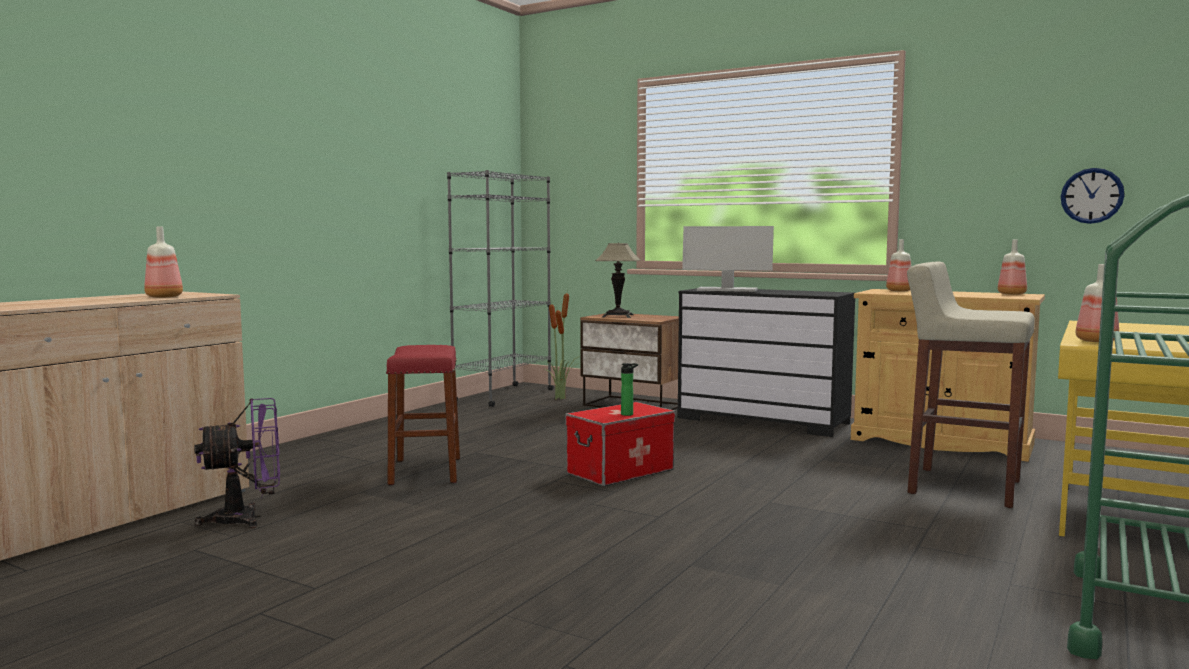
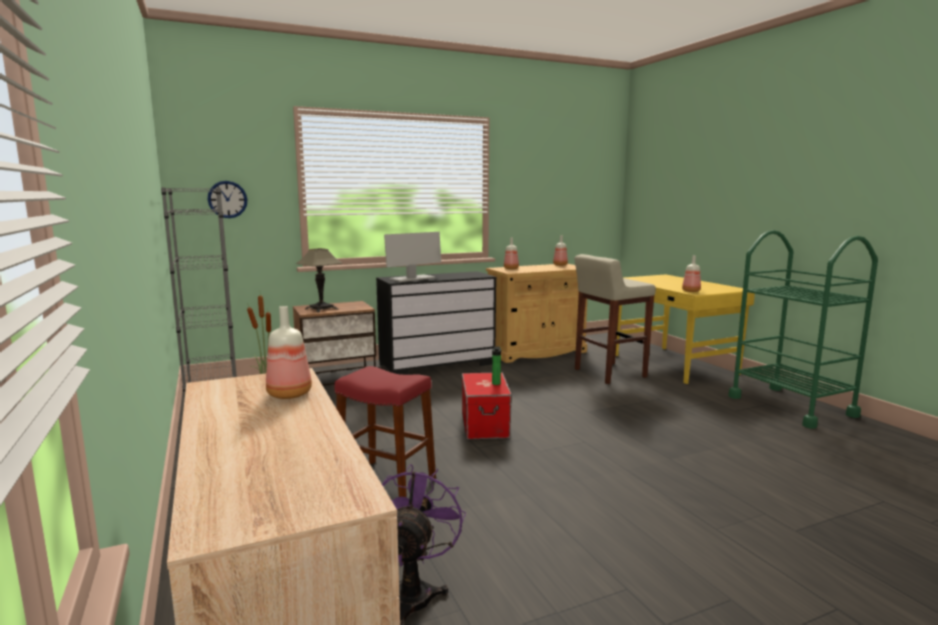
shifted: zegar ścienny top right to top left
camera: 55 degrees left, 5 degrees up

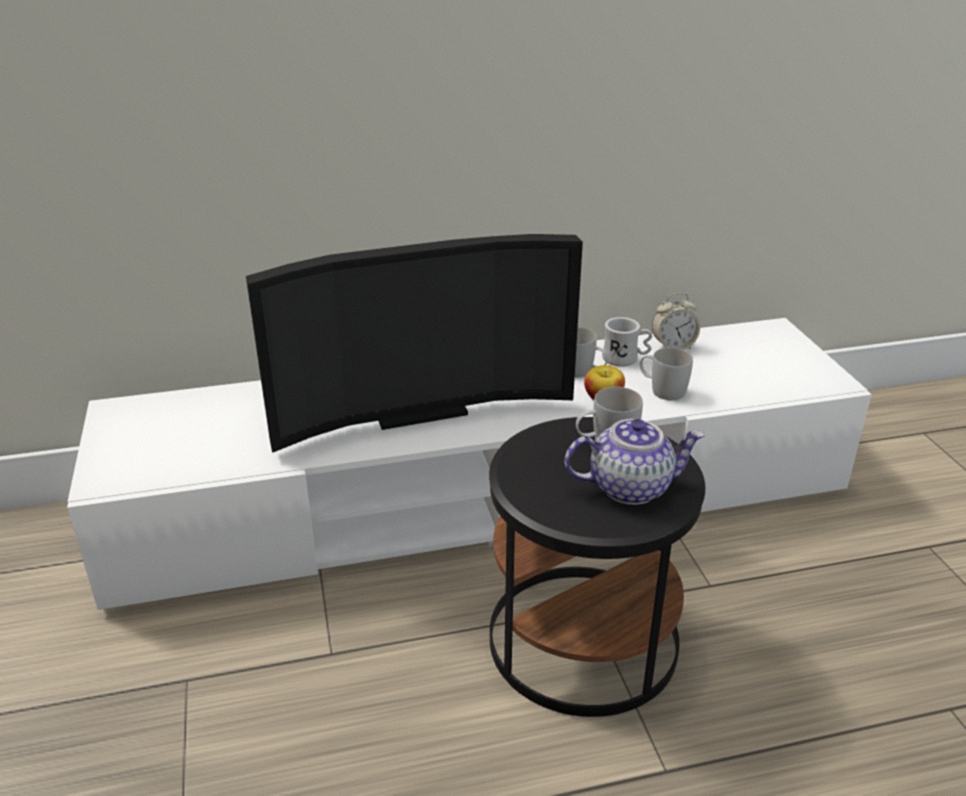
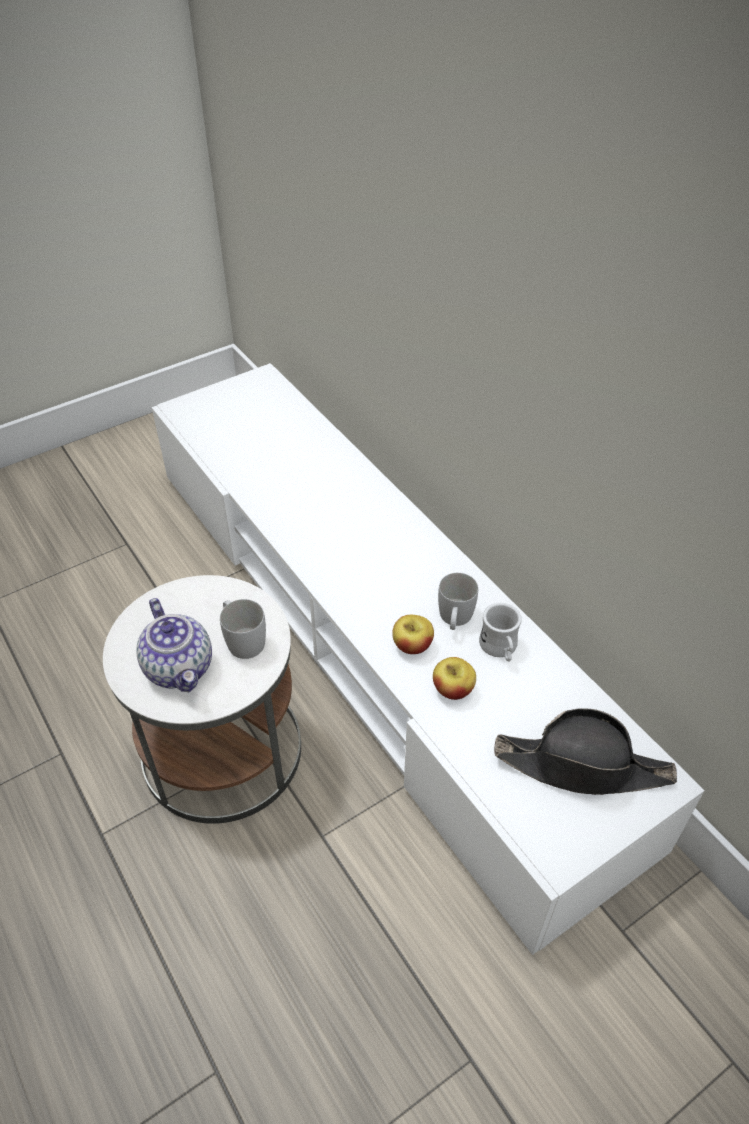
gone: telewizor centre; budzik middle right
new: kapelusz [czarny] bottom right
swapped: kubek [biały] (no. 4 from left) middle right to jabłko (no. 2 from left) centre
repainted: stolik [czarny] bottom centre to stolik [biały] middle left
camera: 70 degrees right, 15 degrees up

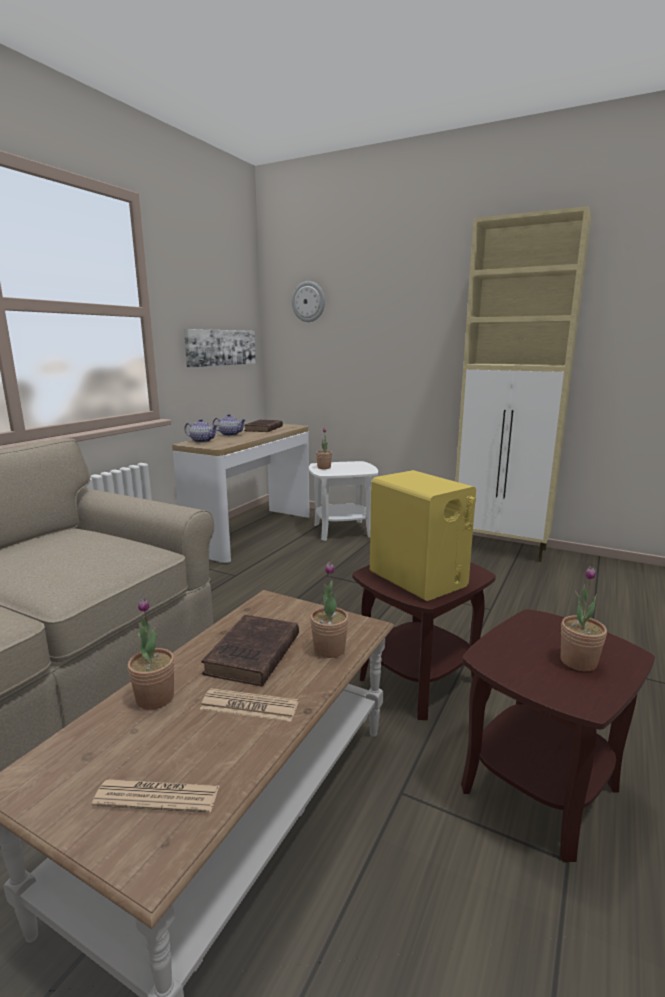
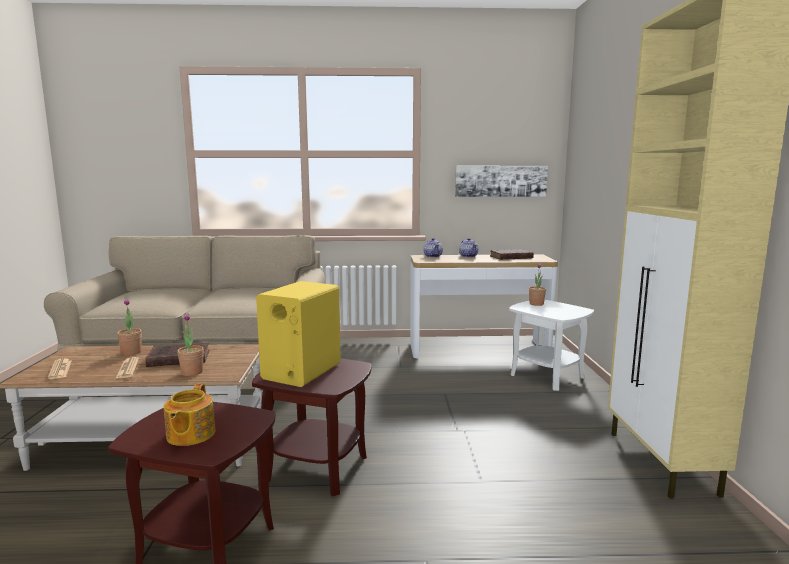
gone: zegar ścienny top centre
swapped: roślina doniczkowa (no. 4 from left) middle right to imbryk (no. 1 from left) bottom left
camera: 60 degrees right, 5 degrees down

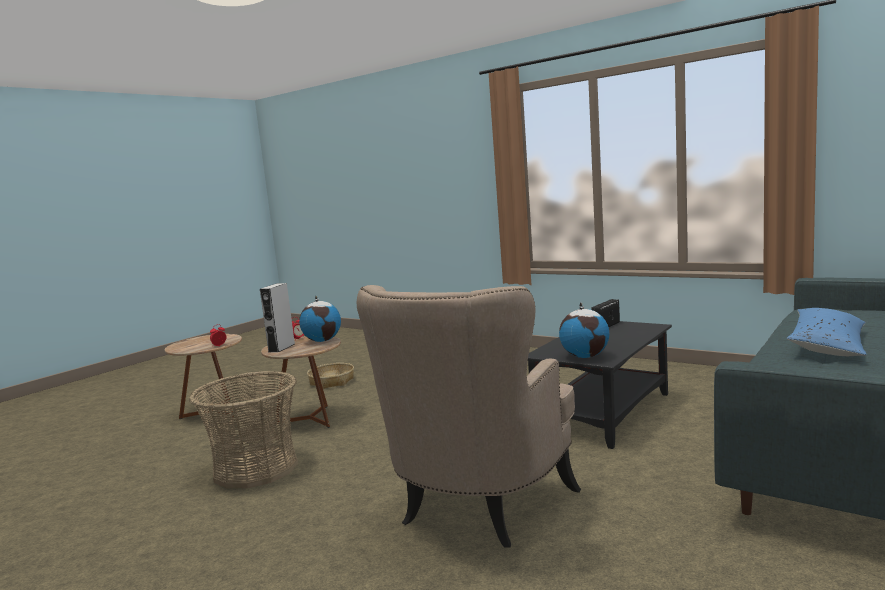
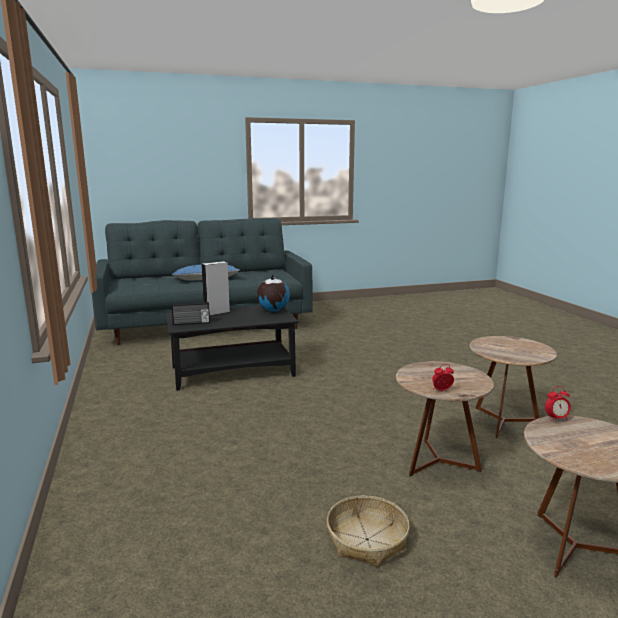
gone: globus (no. 1 from left) centre; fotel [beżowy] bottom centre
shifted: głośnik [szary] middle left to centre
swapped: koszyk (no. 1 from left) bottom left to stolik [brązowy] (no. 2 from left) middle right
camera: 145 degrees left, 5 degrees up

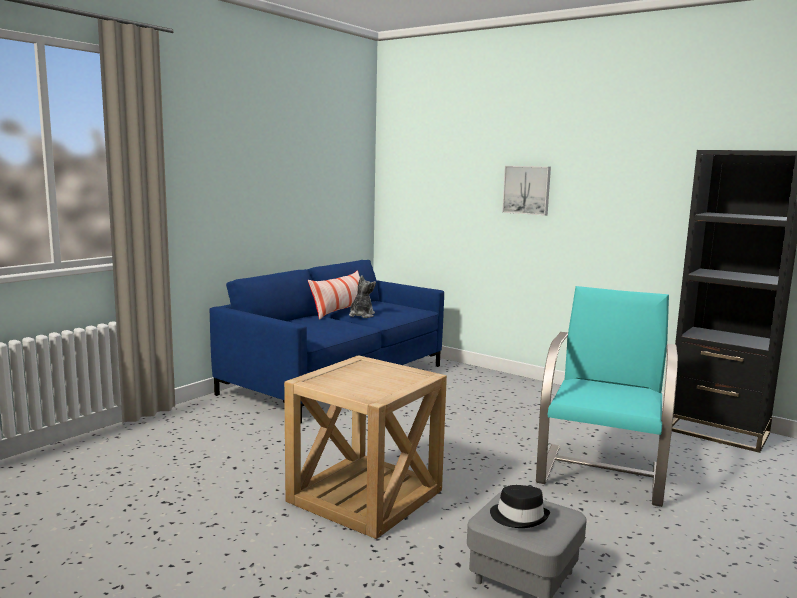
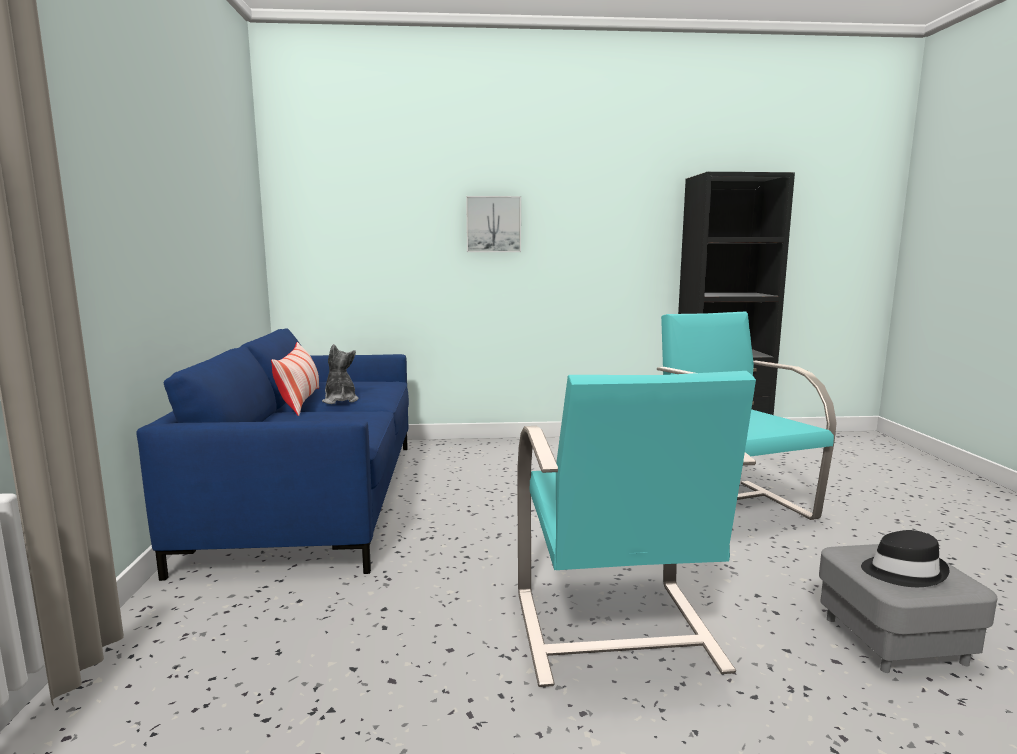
swapped: stolik [beżowy] bottom centre to fotel [turkusowy] (no. 1 from left) bottom centre
camera: 40 degrees left, 0 degrees up

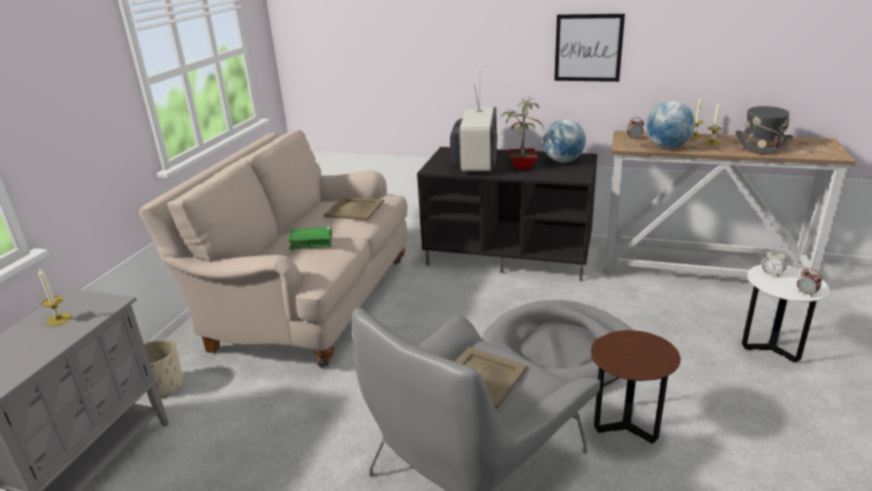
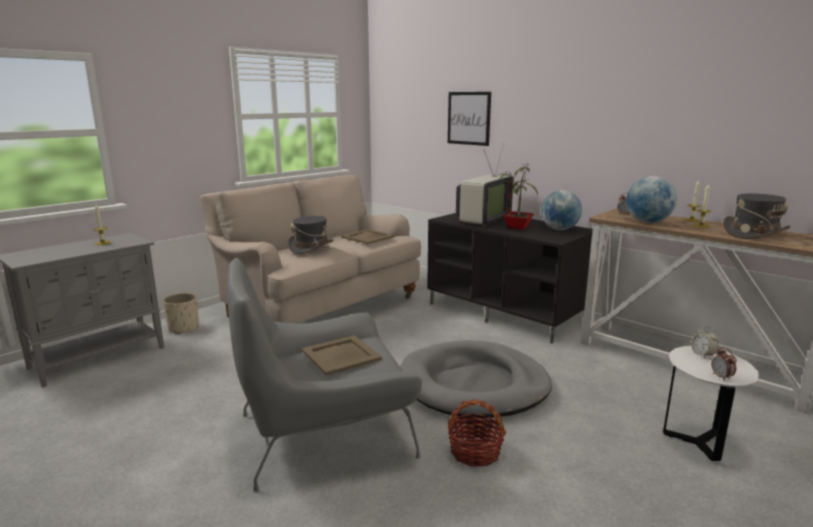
shifted: obraz top right to top centre
swapped: książka [zielony] centre to kapelusz [szary] (no. 1 from left) centre; stolik [brązowy] bottom right to koszyk bottom centre
camera: 25 degrees right, 10 degrees down

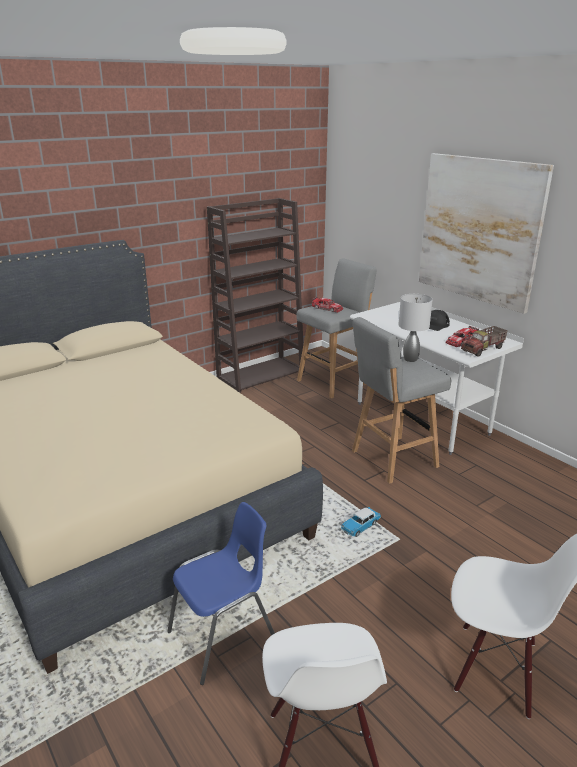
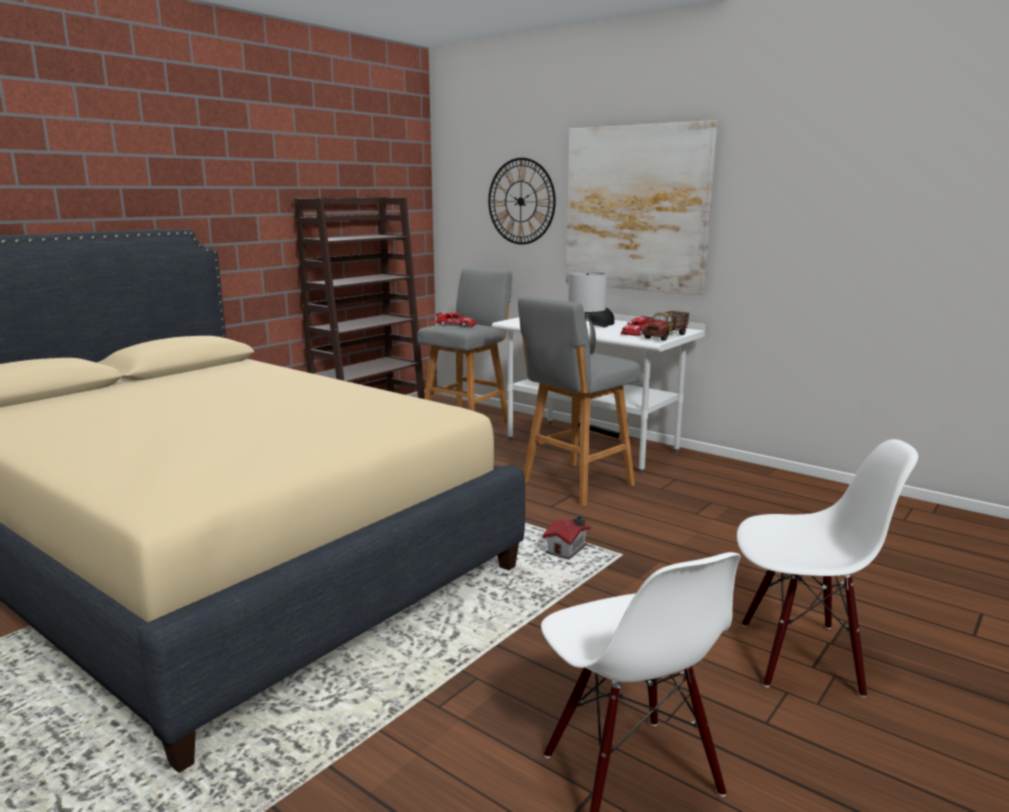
gone: krzesło [niebieski] bottom centre
new: zegar ścienny top centre
swapped: samochodzik (no. 2 from left) bottom centre to domek centre
camera: 15 degrees left, 10 degrees down

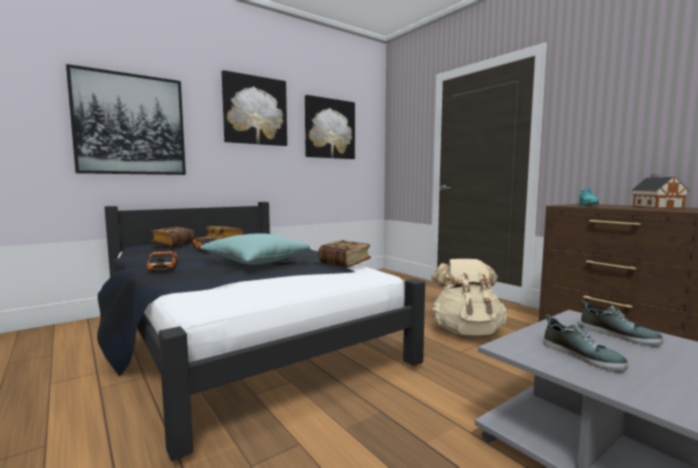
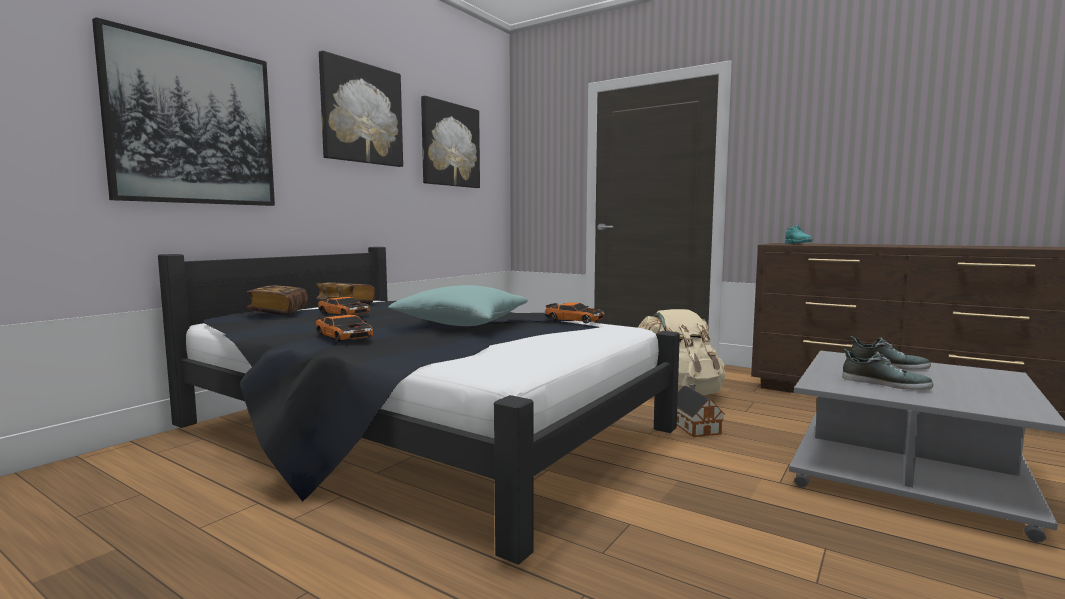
shifted: domek middle right to bottom centre
swapped: książka (no. 3 from left) centre to samochodzik (no. 3 from left) centre
camera: 20 degrees left, 0 degrees up

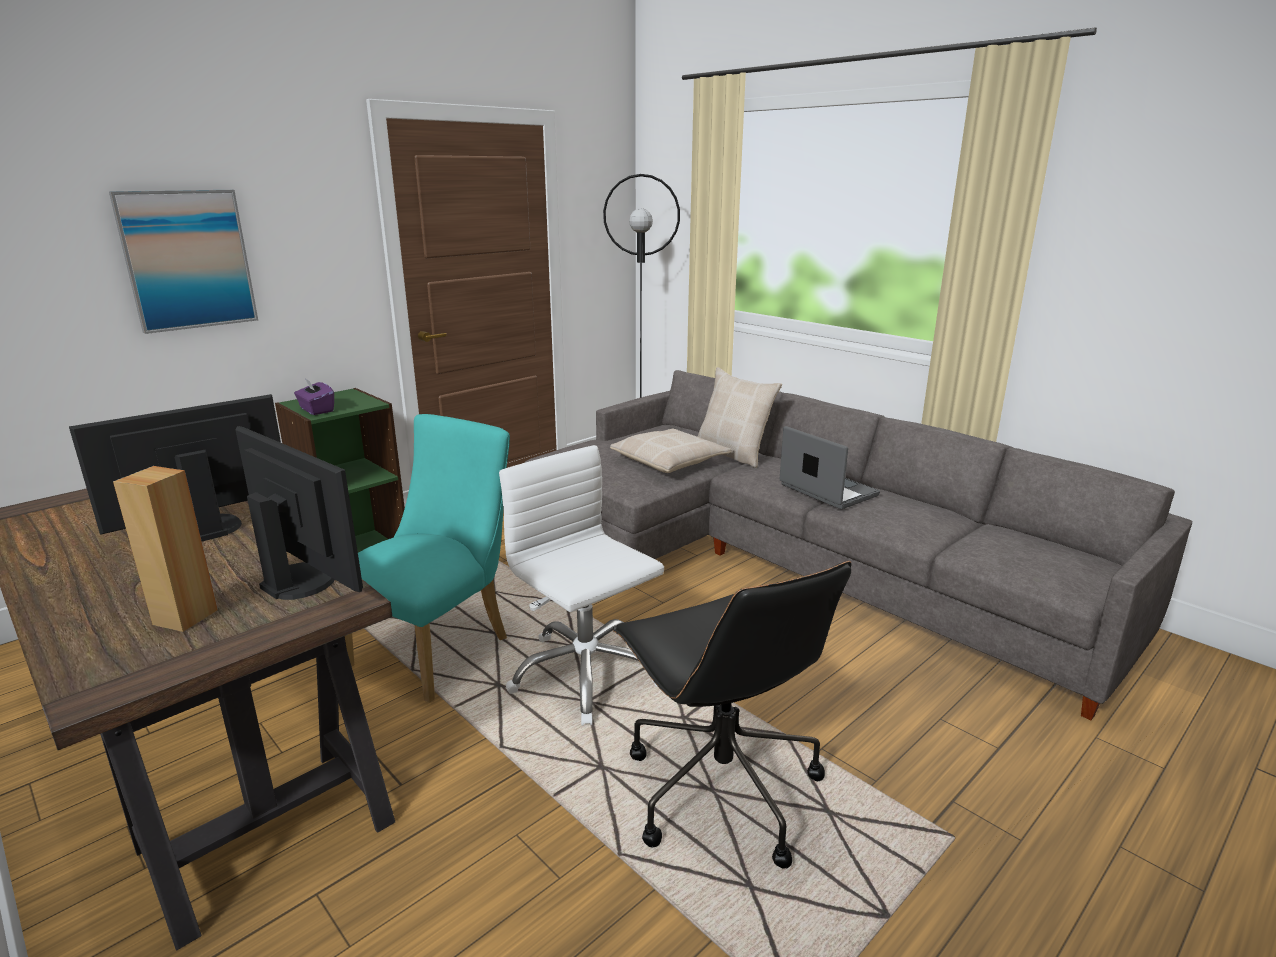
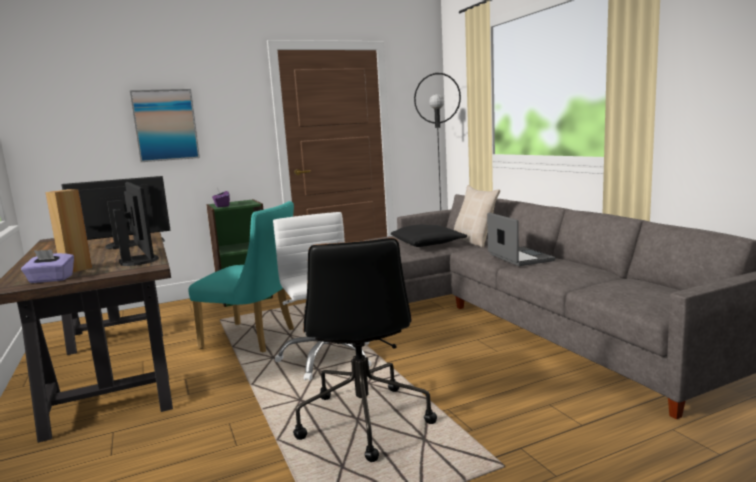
new: pudełko chusteczek [fioletowy] (no. 1 from left) middle left
repainted: poduszka [beżowy] (no. 1 from left) centre to poduszka [czarny] centre
rotated: krzesło [turkusowy] centre = middle left 60 degrees clockwise
camera: 20 degrees right, 10 degrees down

